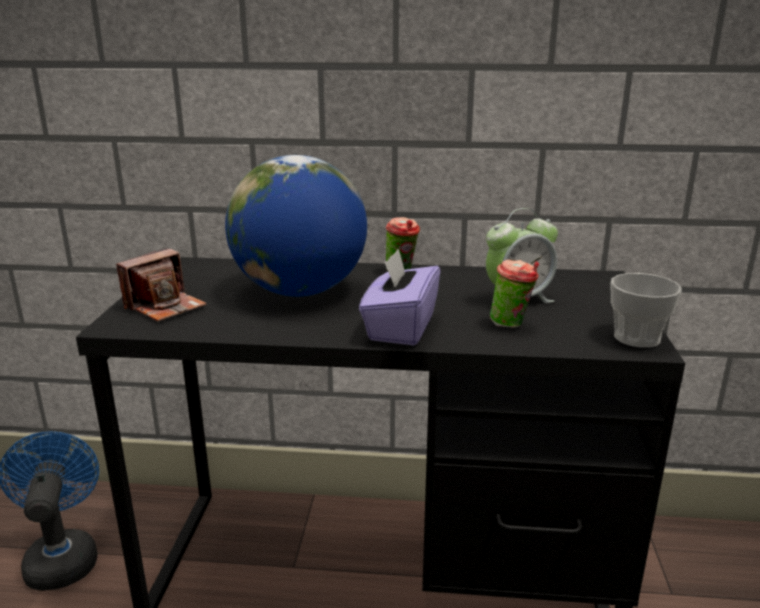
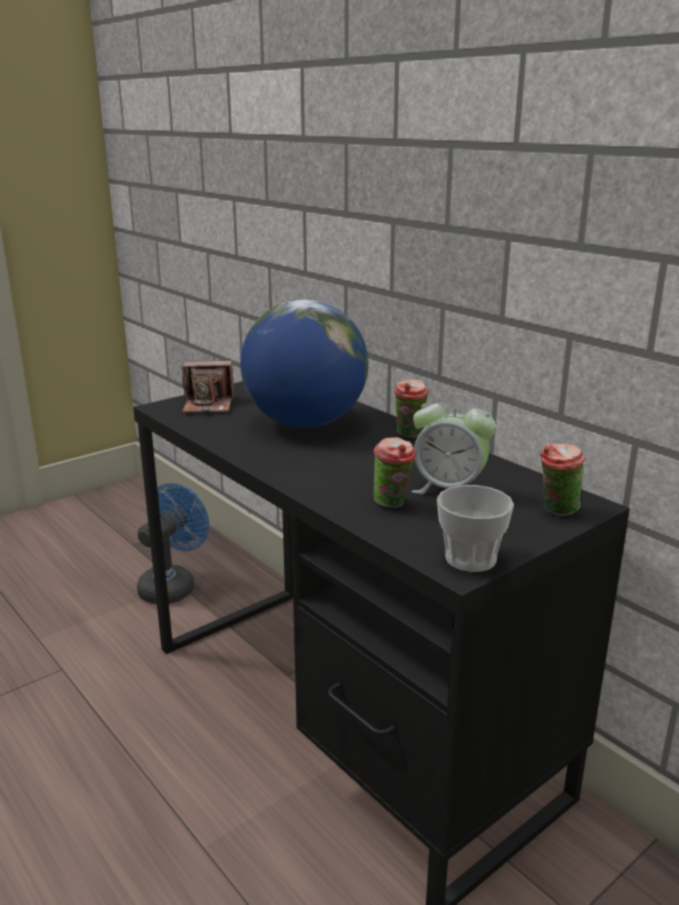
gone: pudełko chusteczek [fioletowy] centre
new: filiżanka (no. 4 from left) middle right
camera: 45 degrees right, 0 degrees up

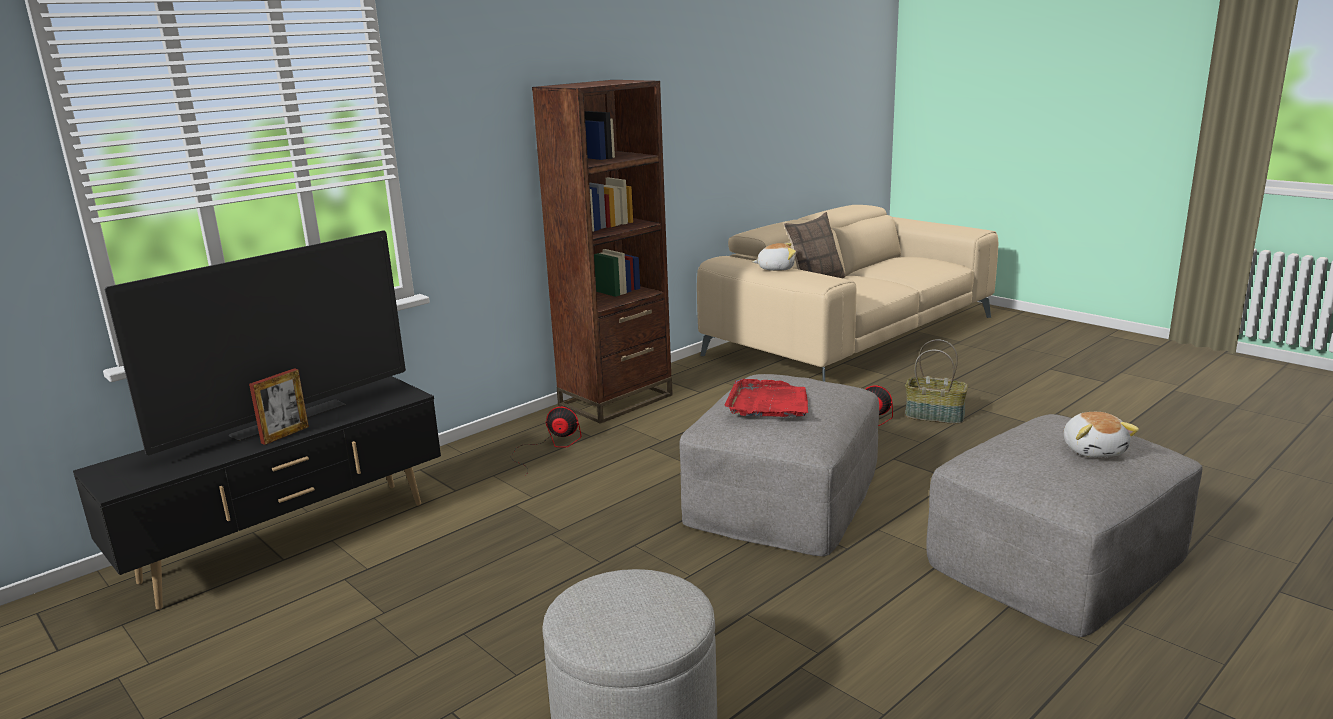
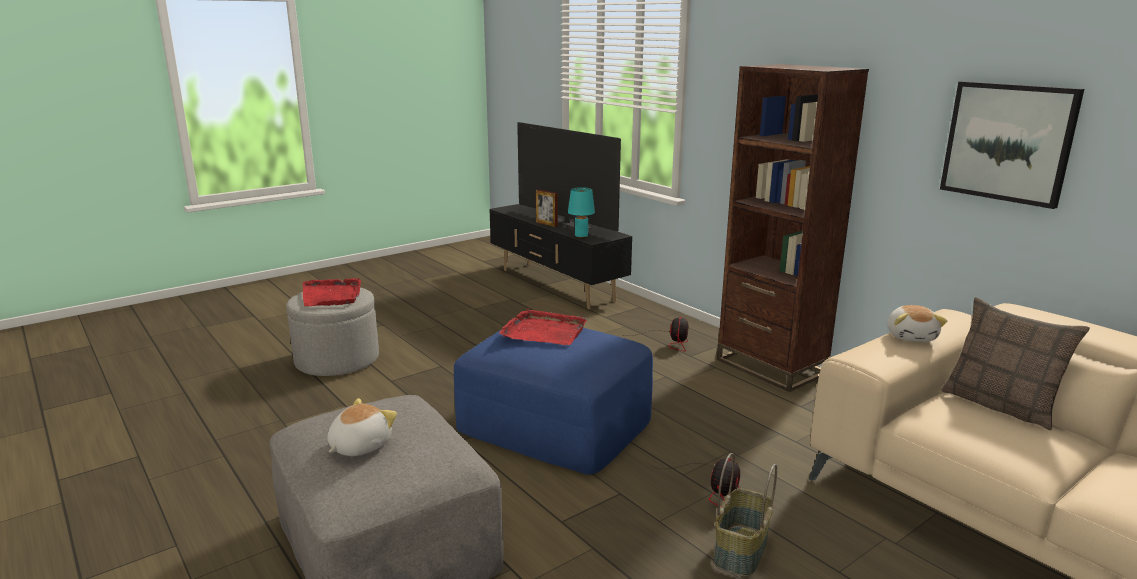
new: taca [czerwony] (no. 1 from left) middle left; lampa stołowa [turkusowy] centre; obraz top right
repainted: pufa [szary] (no. 2 from left) centre to pufa [niebieski] bottom centre
rotated: pluszak (no. 2 from left in the first image) middle right = bottom left 120 degrees clockwise
camera: 95 degrees right, 0 degrees up

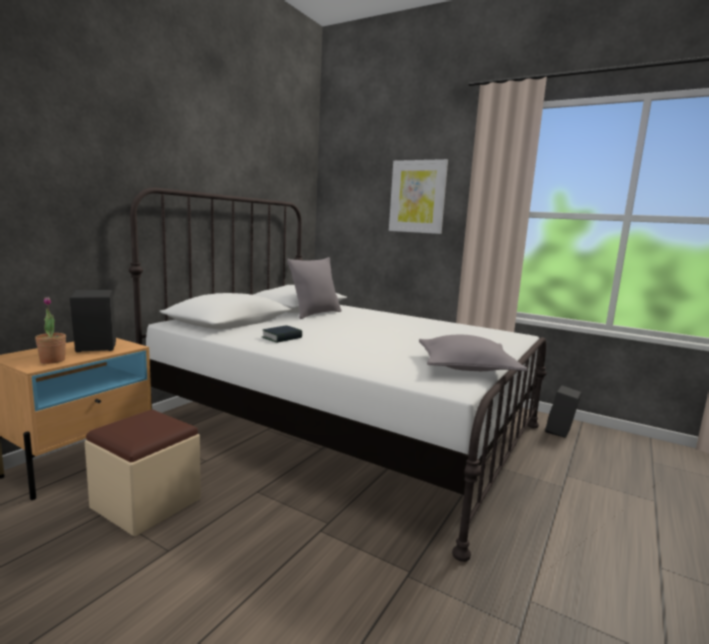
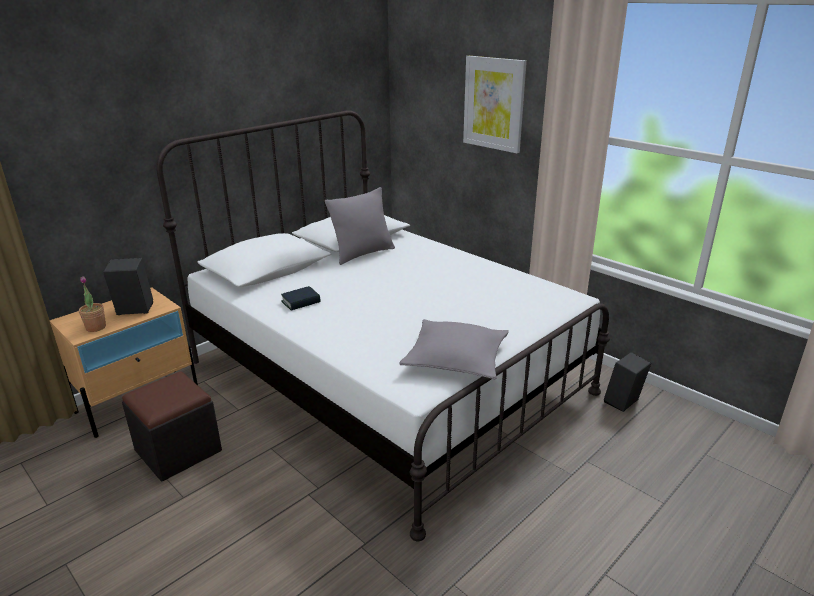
repainted: pufa [beżowy] bottom left to pufa [czarny] bottom left
camera: 15 degrees right, 15 degrees up

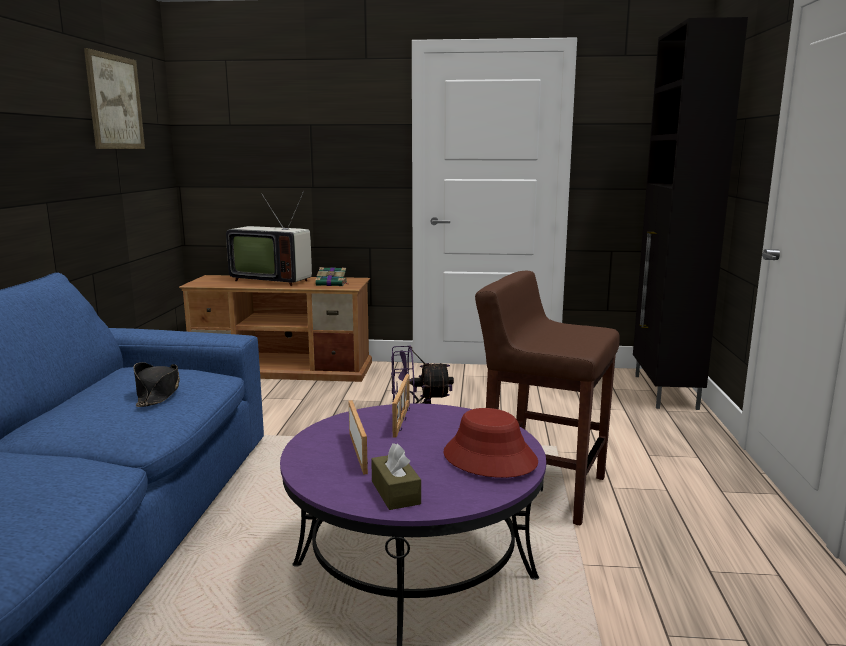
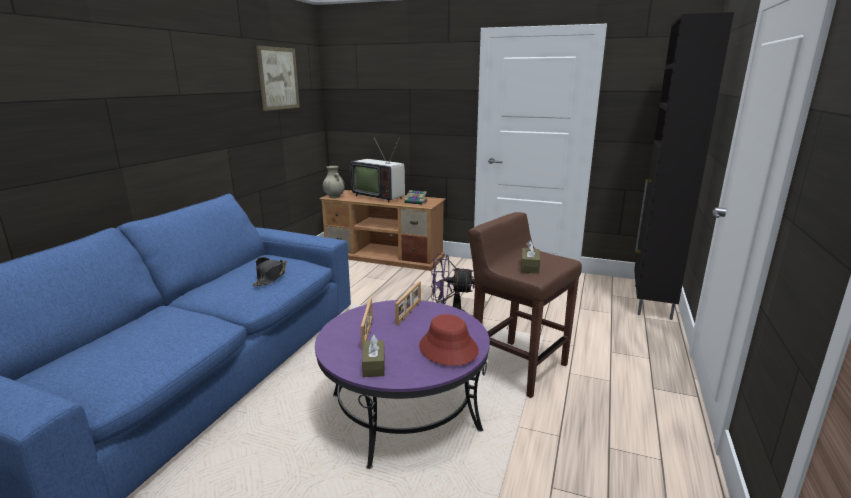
new: wazon [beżowy] centre; pudełko chusteczek [brązowy] (no. 2 from left) centre
camera: 15 degrees right, 5 degrees up

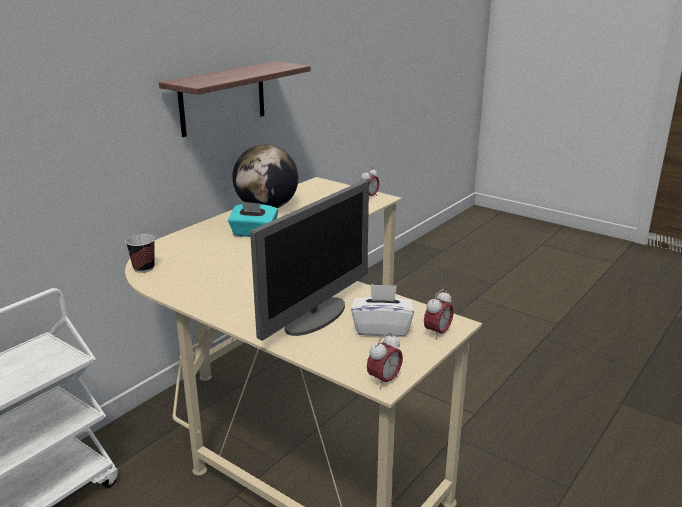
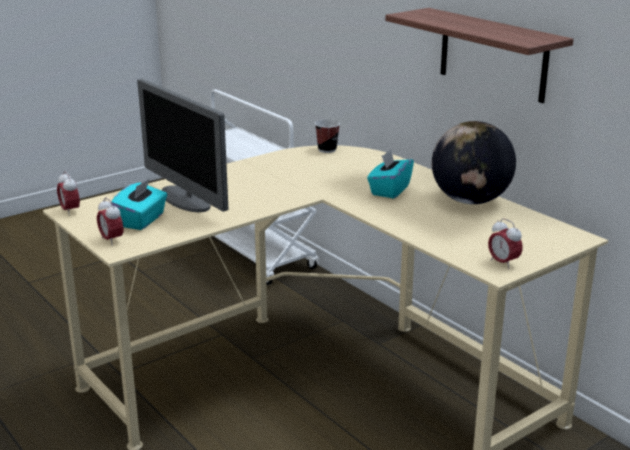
repainted: pudełko chusteczek [biały] centre to pudełko chusteczek [turkusowy] (no. 1 from left) middle left
camera: 105 degrees right, 0 degrees up

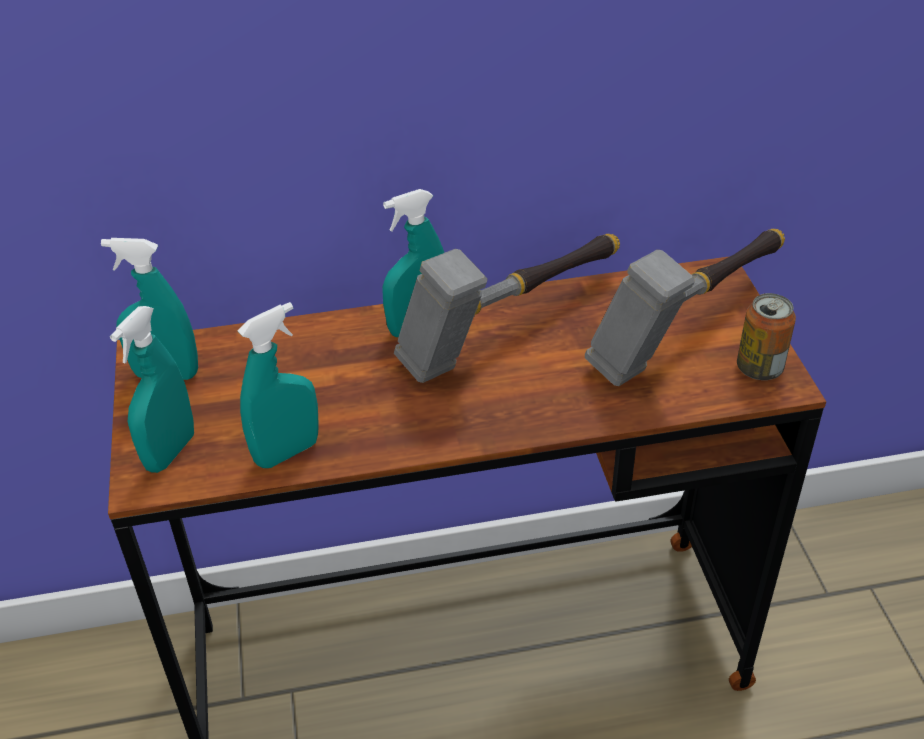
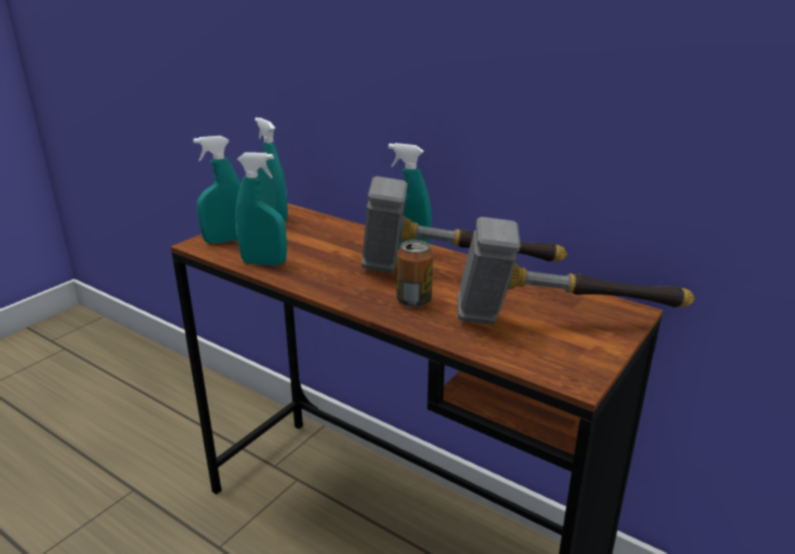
shifted: puszka middle right to centre
camera: 45 degrees right, 15 degrees down

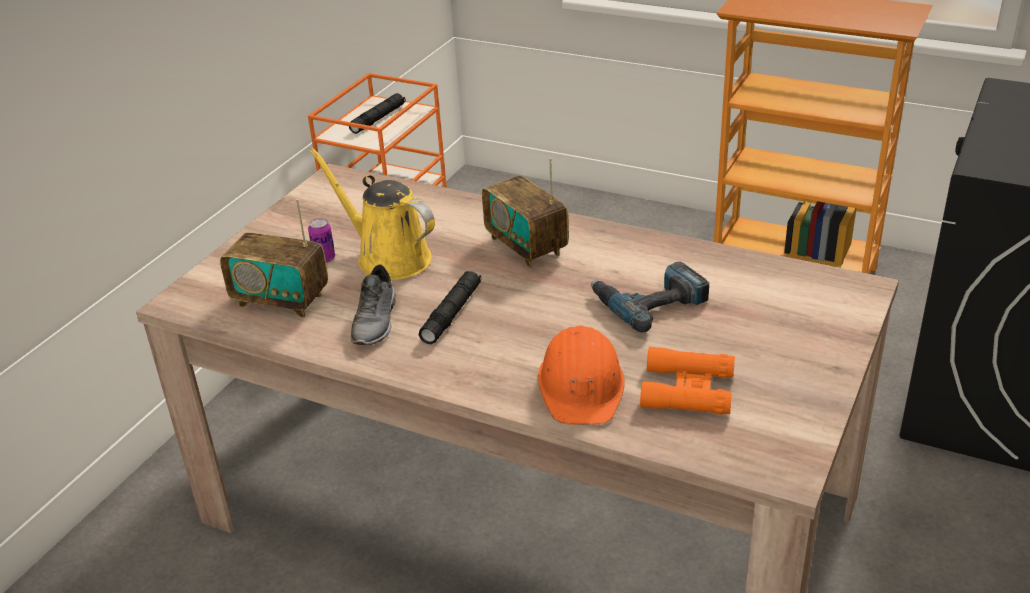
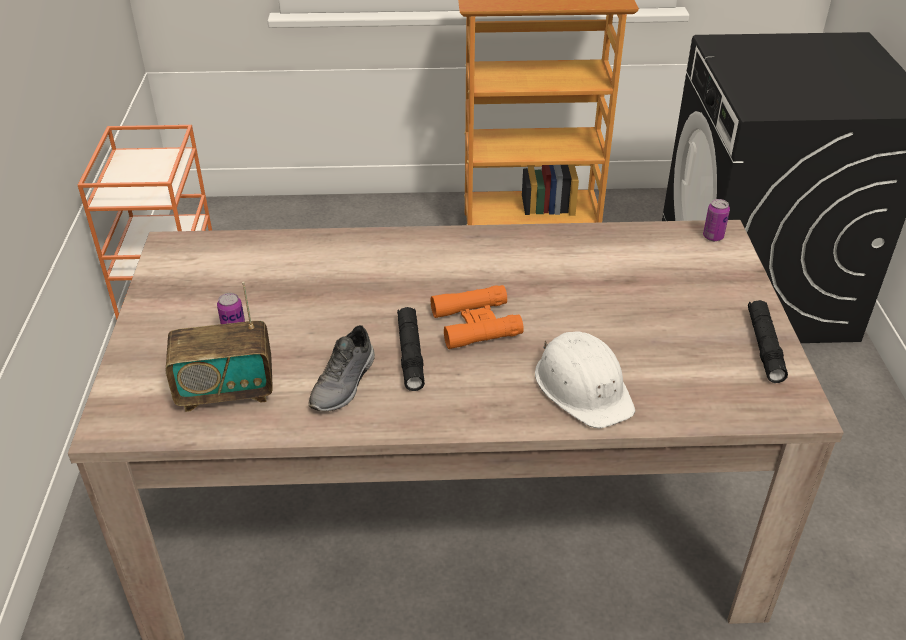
gone: konewka [żółty] centre; radio (no. 2 from left) centre; wiertarka centre
new: puszka (no. 2 from left) middle right
shifted: lornetka [pomarańczowy] middle right to centre; latarka [czarny] (no. 1 from left in the first image) top centre to latarka [czarny] (no. 2 from left) middle right
repainted: kask [pomarańczowy] centre to kask [biały] centre
rotated: but [szary] centre = centre 45 degrees clockwise
camera: 30 degrees left, 5 degrees up

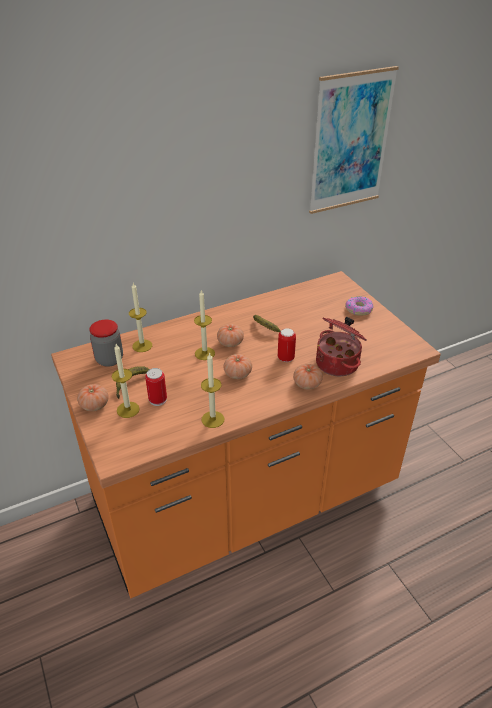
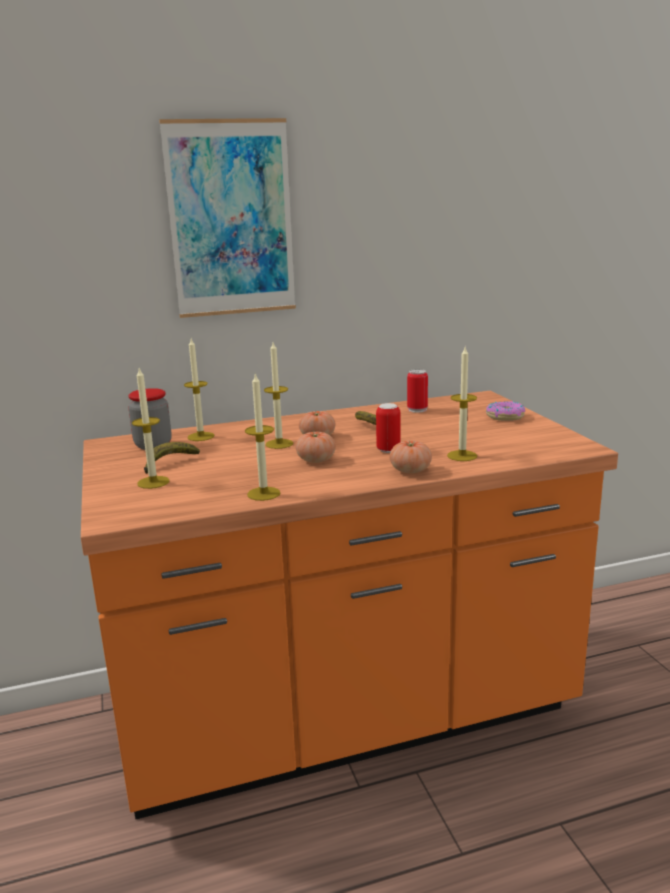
gone: pomidor (no. 1 from left) middle left
shifted: obraz top right to top centre; puszka (no. 1 from left in the first image) middle left to puszka (no. 2 from left) centre
swapped: garnek middle right to świeca (no. 5 from left) middle right
camera: 10 degrees right, 20 degrees down

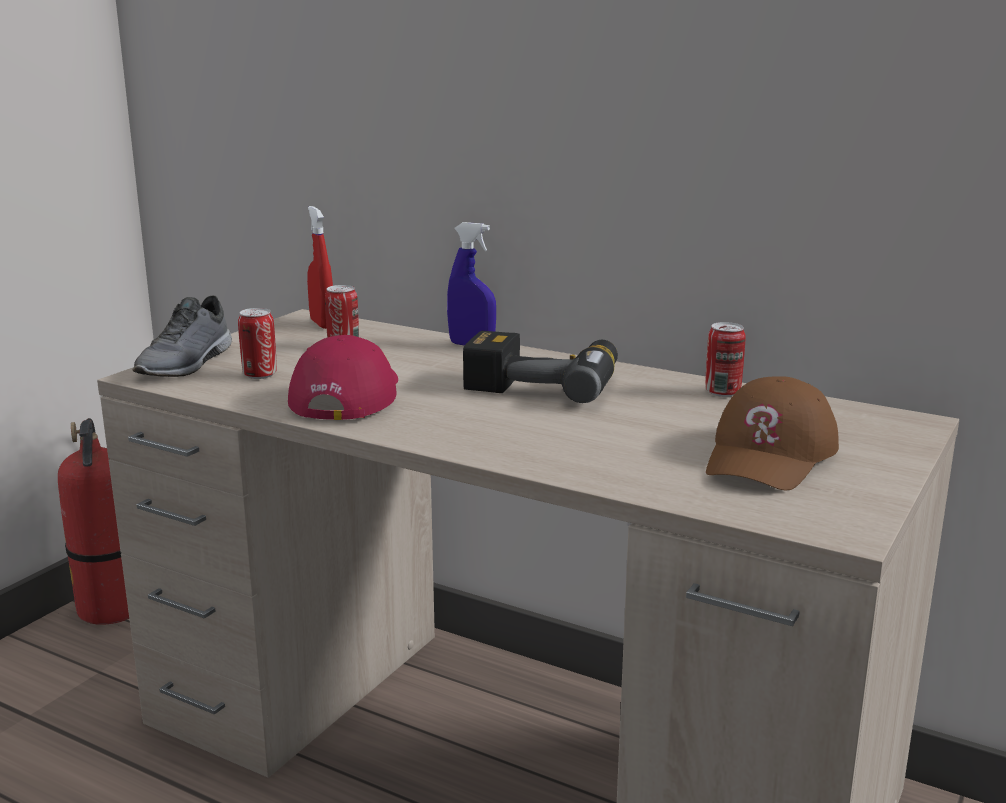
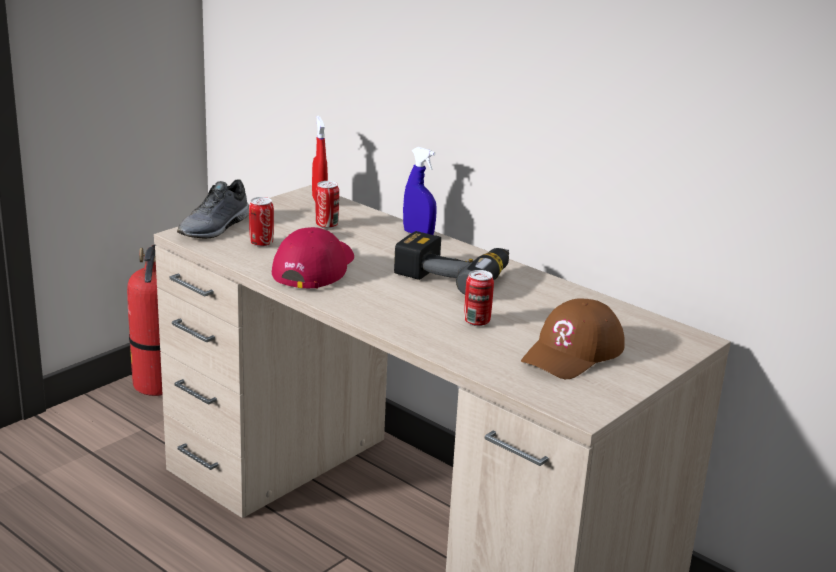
shifted: puszka (no. 3 from left) middle right to centre
camera: 10 degrees right, 5 degrees up

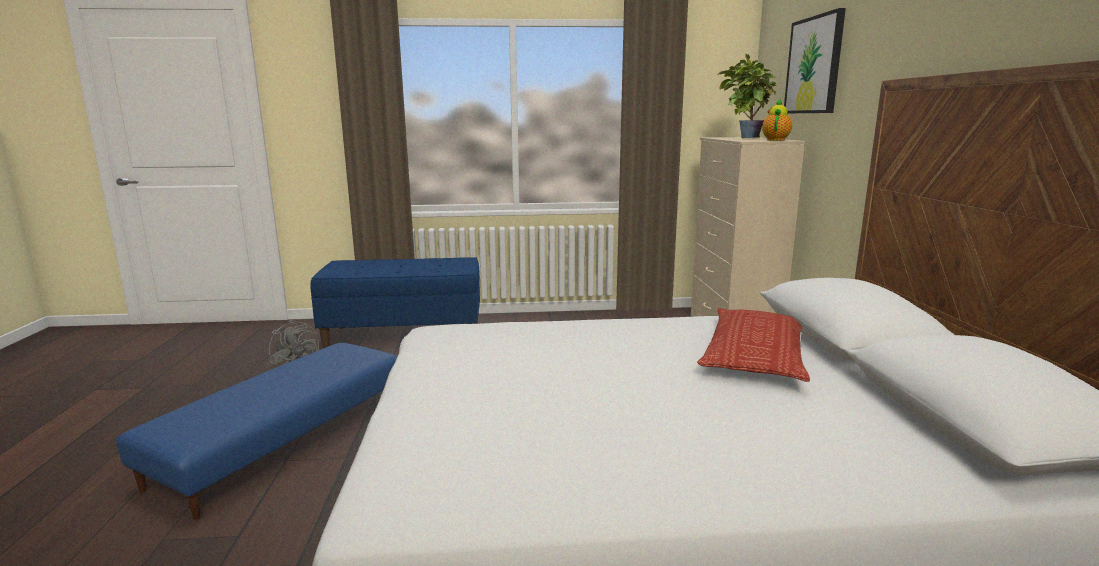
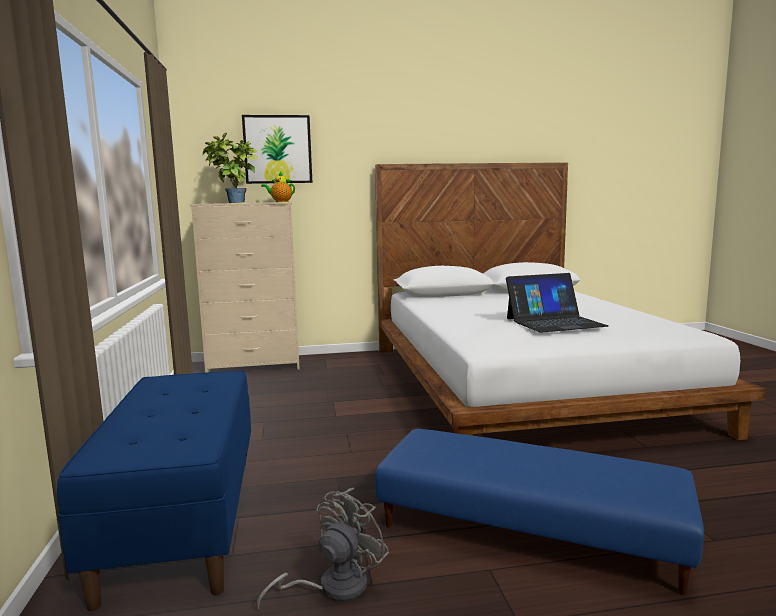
gone: poduszka middle right
new: laptop middle right
camera: 95 degrees left, 5 degrees down

